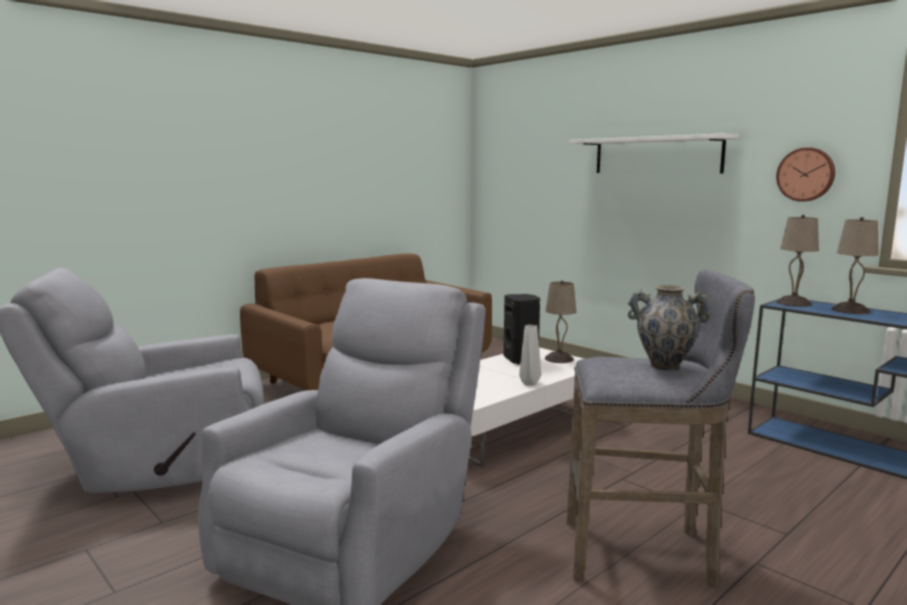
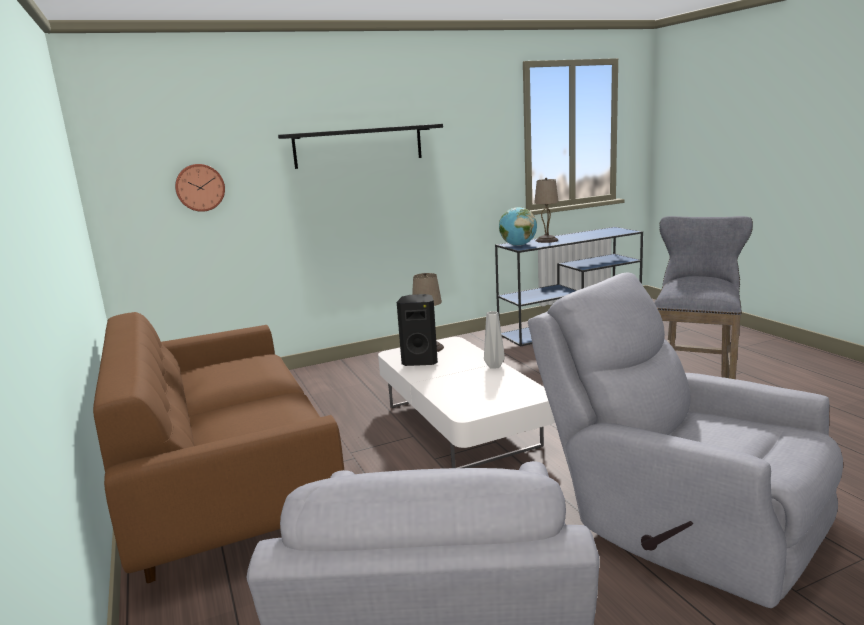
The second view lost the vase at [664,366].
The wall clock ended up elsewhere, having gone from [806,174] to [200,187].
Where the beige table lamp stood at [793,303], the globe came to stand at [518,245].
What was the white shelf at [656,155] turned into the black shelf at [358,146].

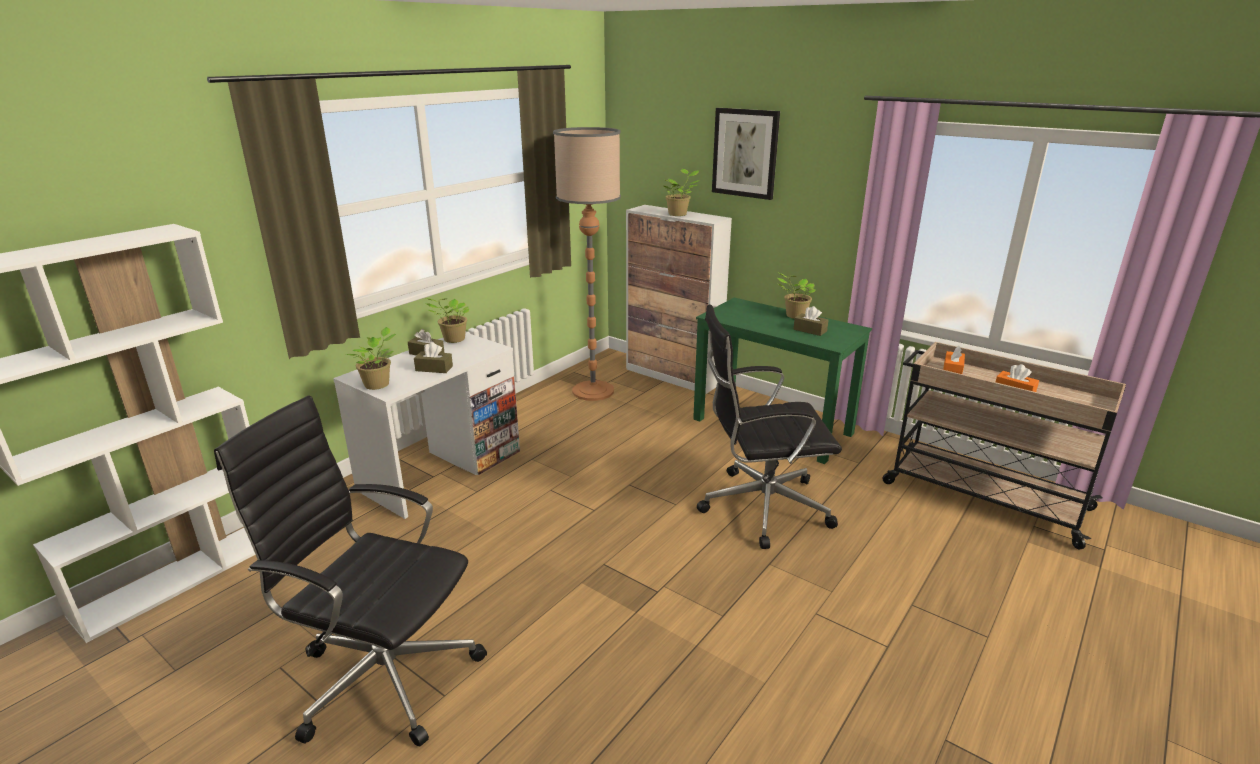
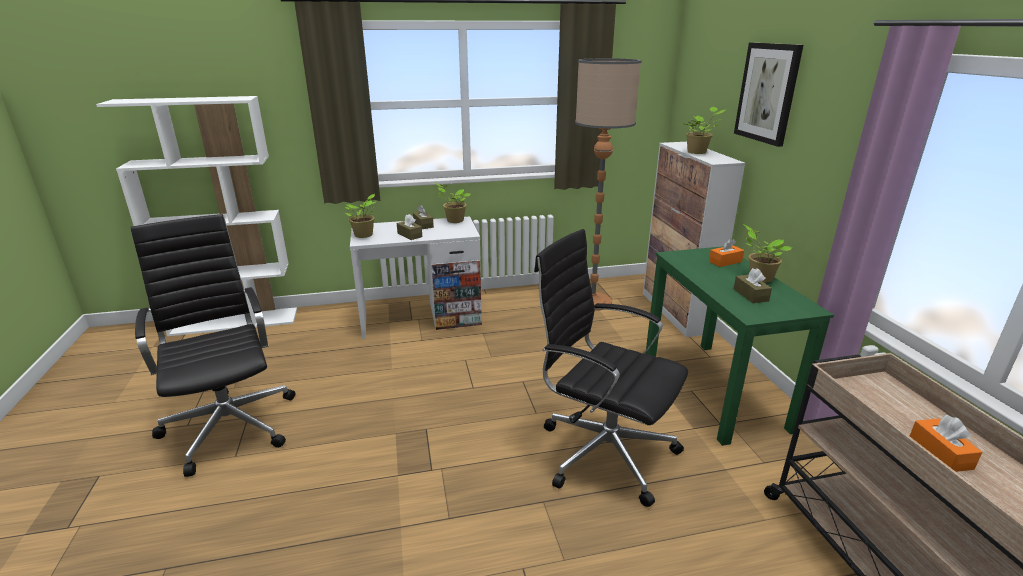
The orange tissue box ended up elsewhere, having gone from [952,371] to [725,261].

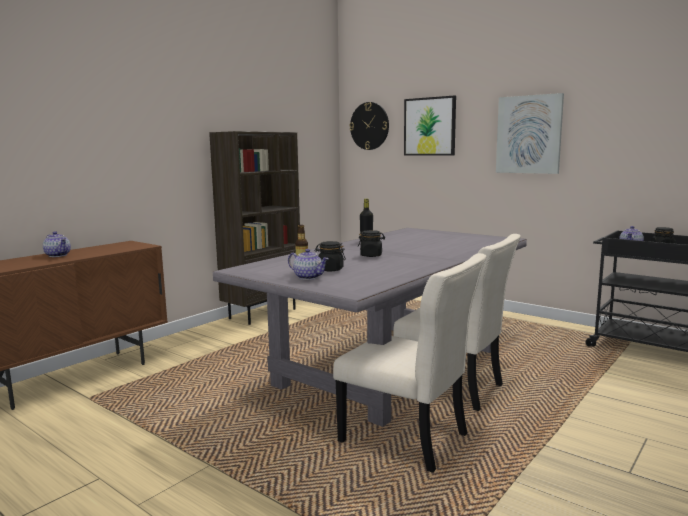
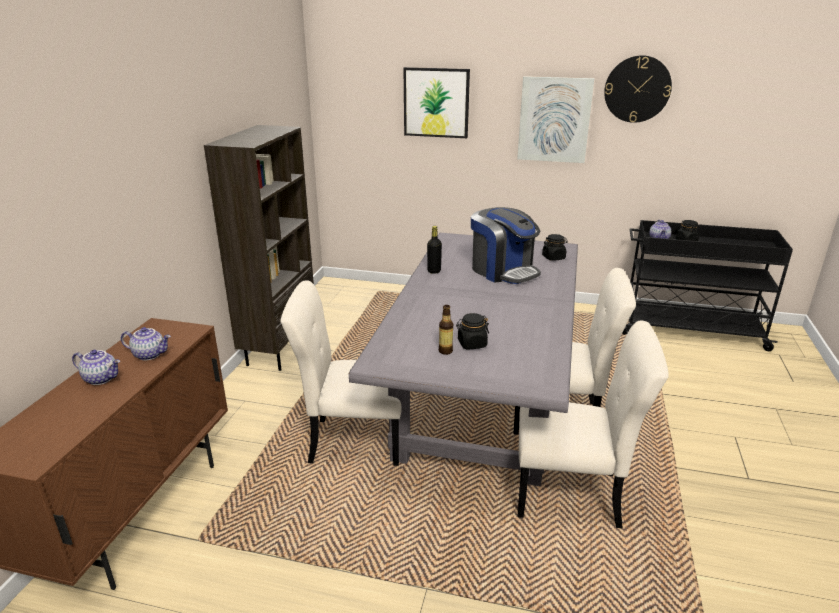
The second view gained the beige chair at [352,441].
The second view gained the coffee machine at [503,271].
The teapot ended up elsewhere, having gone from [309,277] to [150,354].
The wall clock ended up elsewhere, having gone from [369,126] to [637,89].
The black jar ended up elsewhere, having gone from [371,255] to [553,257].

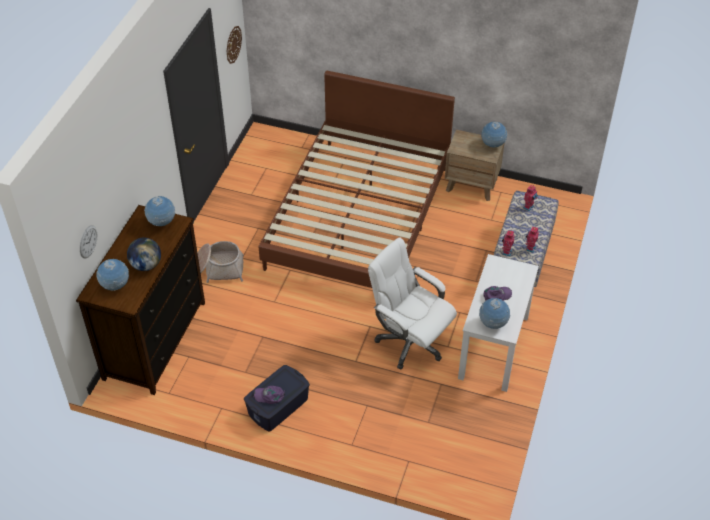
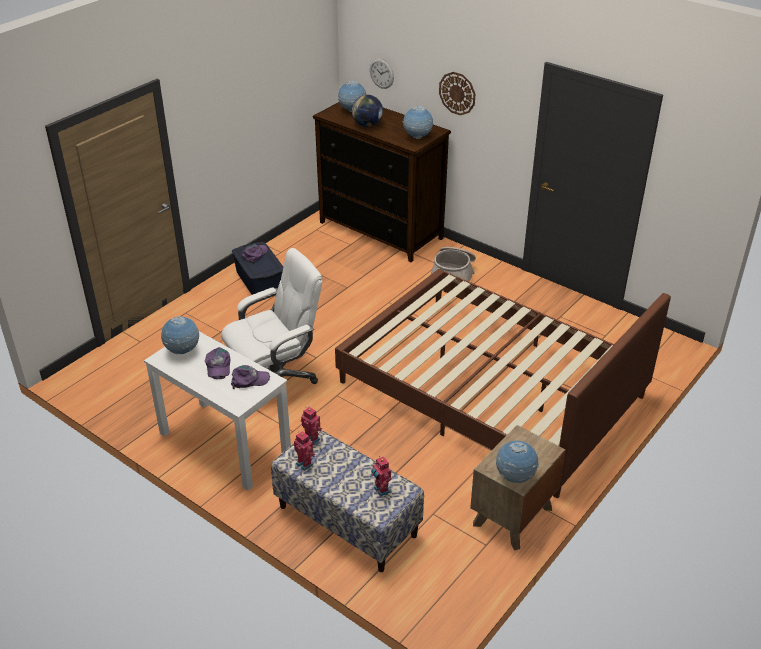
The second view gained the purple cap at [249,380].
The wall clock ended up elsewhere, having gone from [233,44] to [457,93].

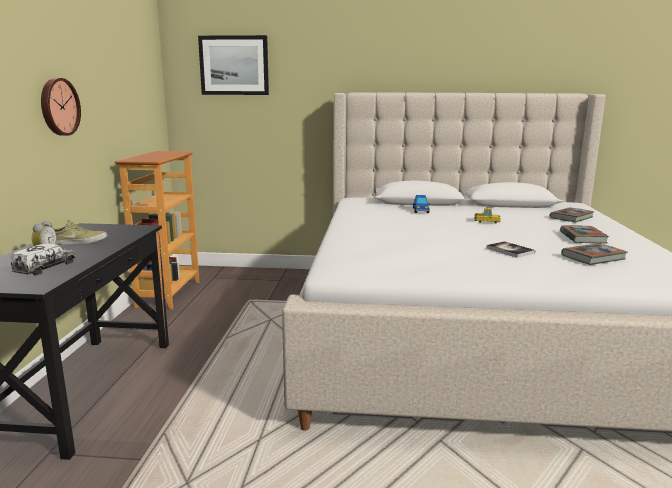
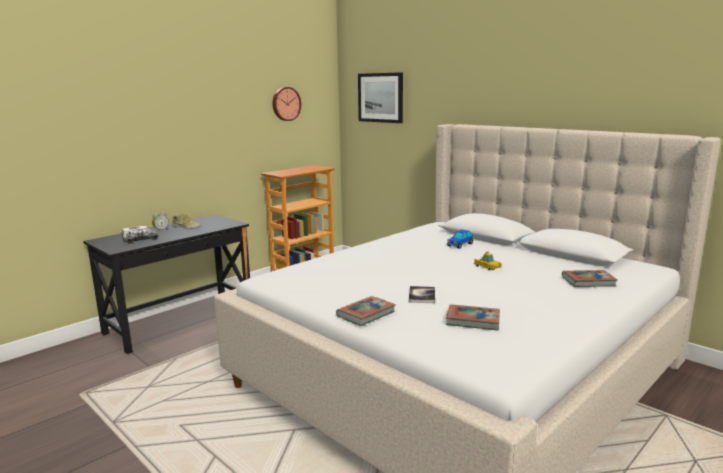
The wall clock ended up elsewhere, having gone from [58,107] to [285,104].
The book ended up elsewhere, having gone from [582,238] to [366,314].

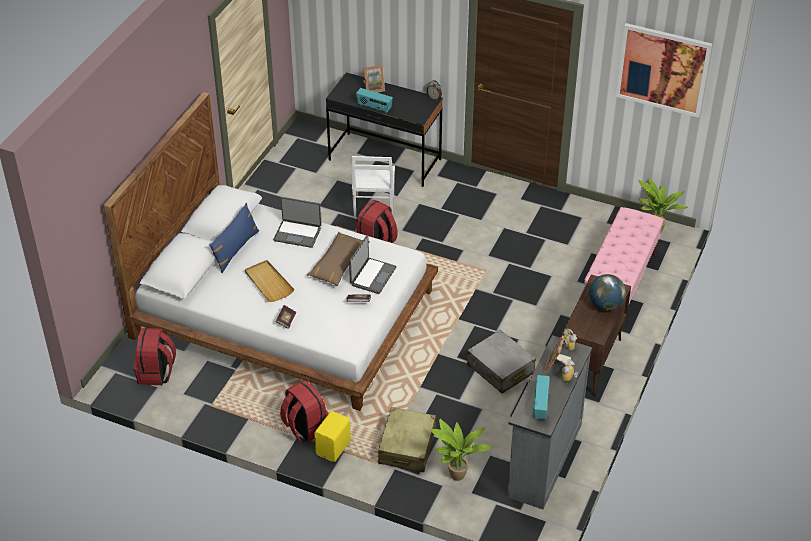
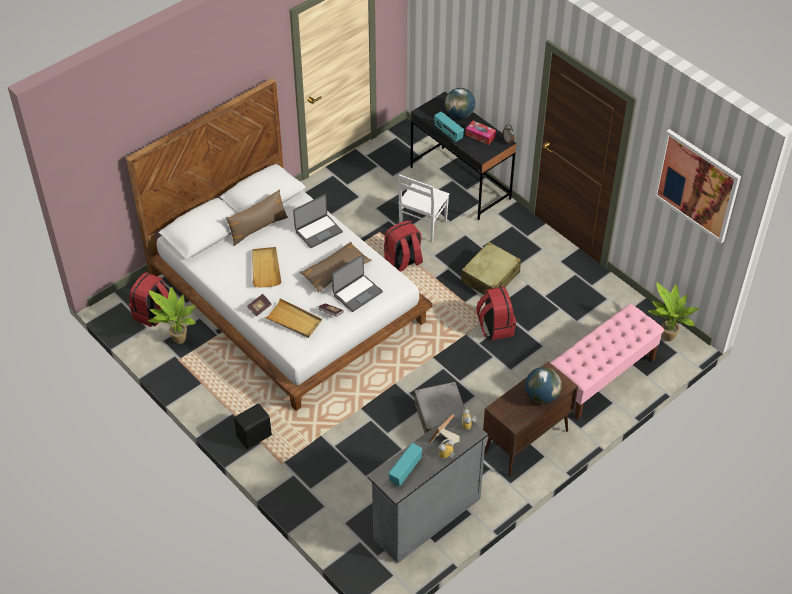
The second view gained the beige tray at [294,320].
The second view gained the tissue box at [480,136].
The red backpack ended up elsewhere, having gone from [304,427] to [494,327].
The beige suitcase ended up elsewhere, having gone from [407,446] to [490,277].
The potted plant ended up elsewhere, having gone from [457,478] to [178,341].
Where the picture frame stood at [373,88], the globe came to stand at [459,114].
What was the blue pillow at [235,249] turned into the brown pillow at [258,228].
What was the yellow speaker at [334,448] turned into the black speaker at [255,436].
The laptop at [297,233] ended up facing another way, 75 degrees counterclockwise from before.

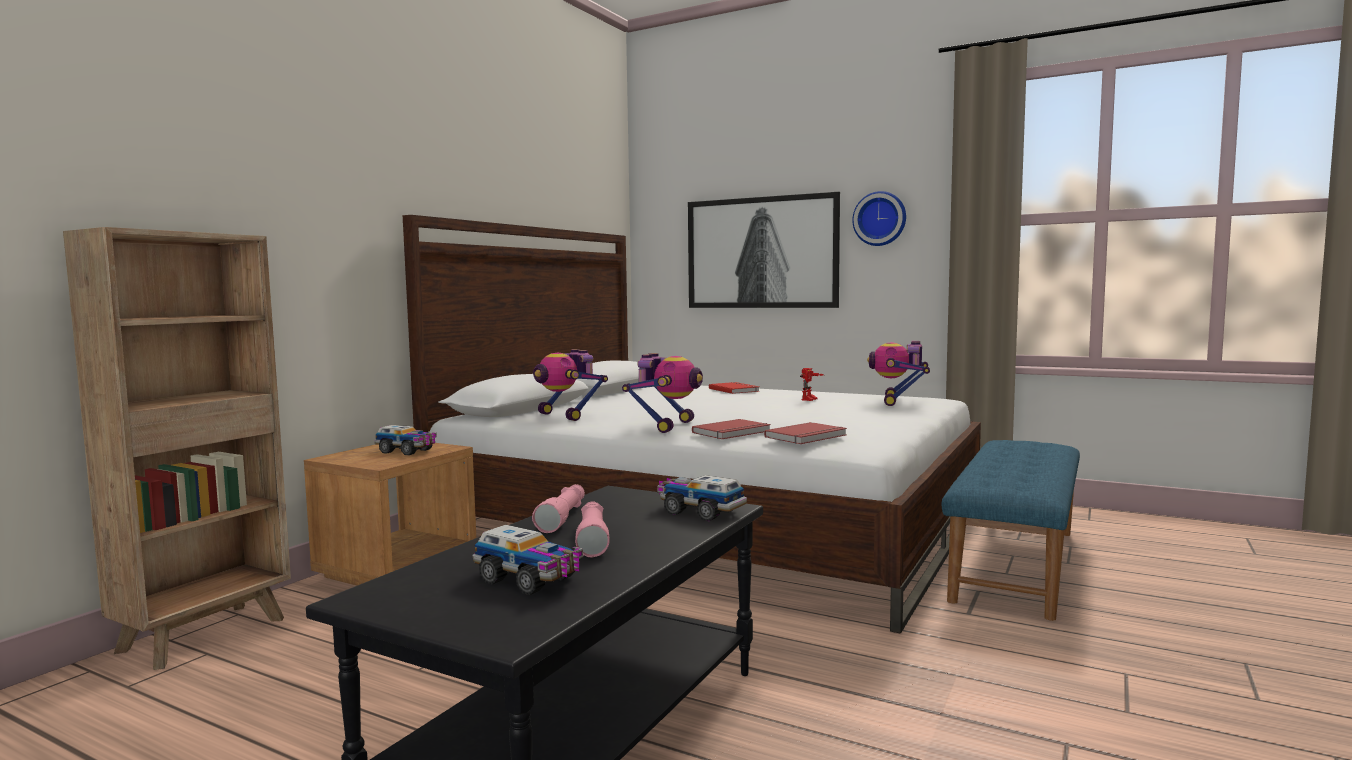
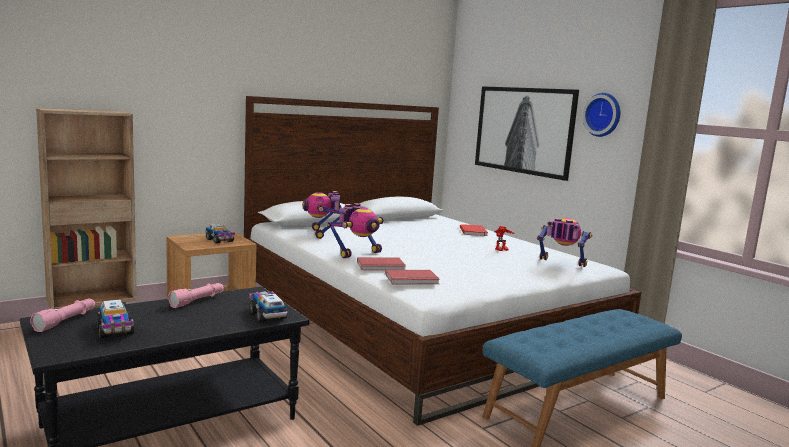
The pink flashlight ended up elsewhere, having gone from [592,539] to [66,321].
The toy robot at [899,402] ended up facing another way, 75 degrees clockwise from before.

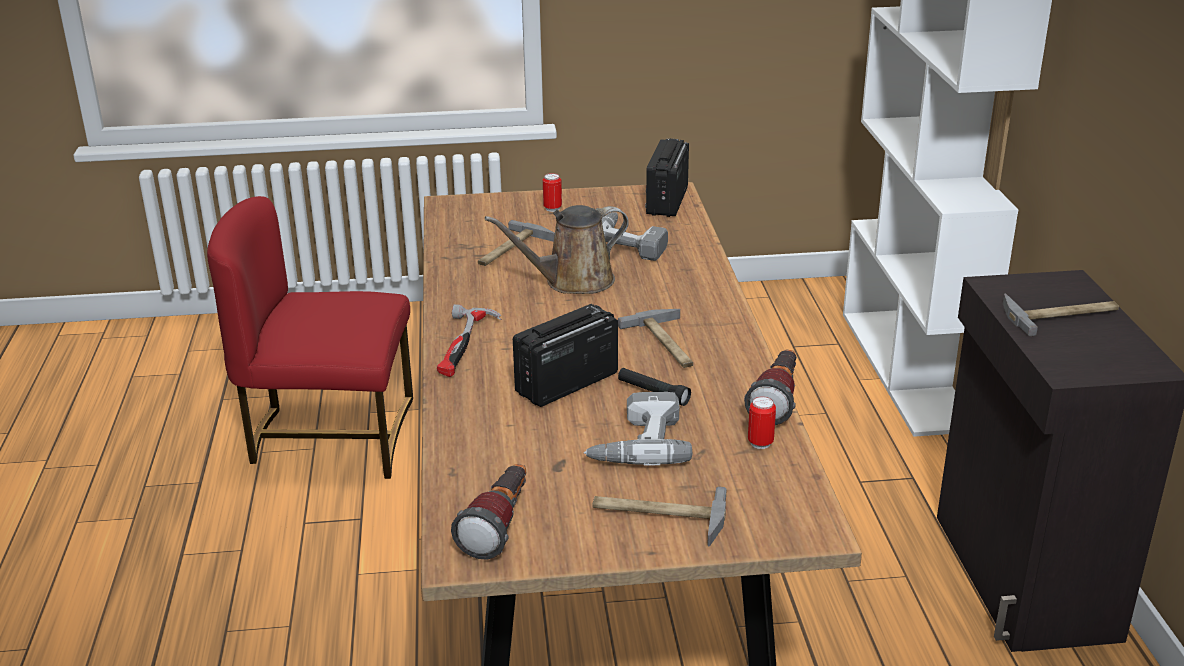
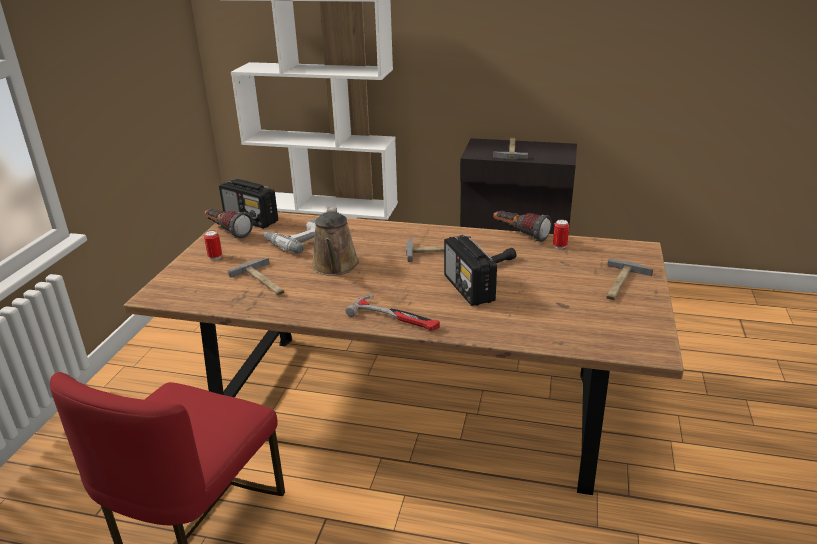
The second view lost the power drill at [636,442].
The flashlight ended up elsewhere, having gone from [499,526] to [227,231].

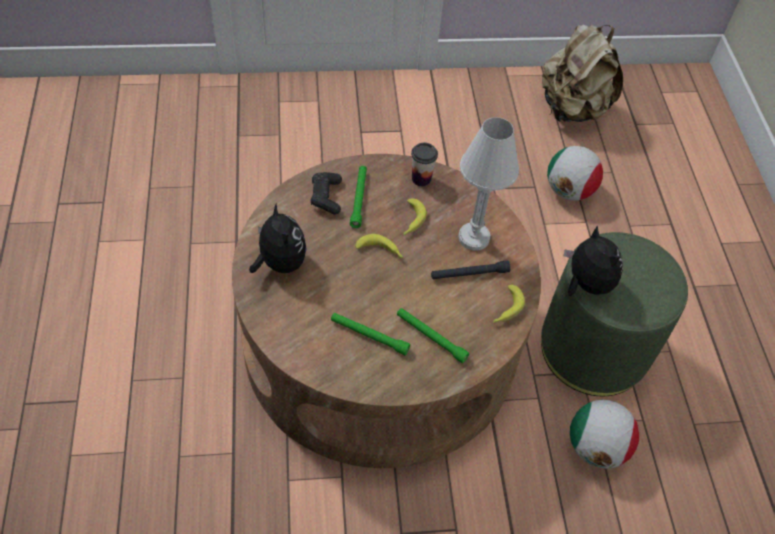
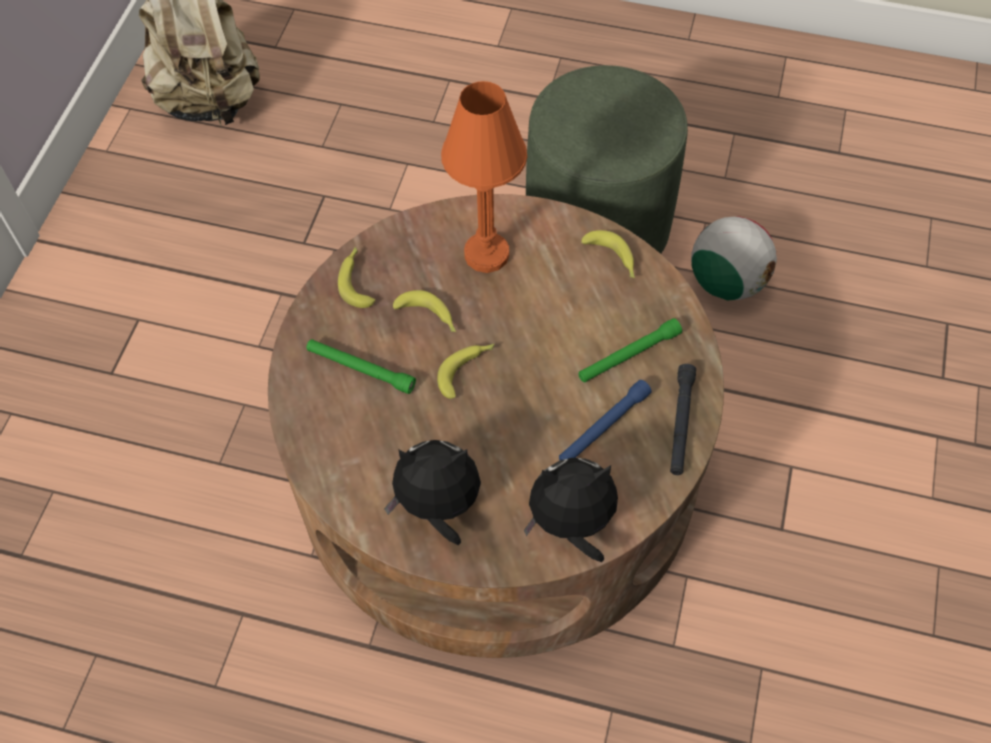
The second view lost the black game controller at [326,197].
The second view lost the football at [568,191].
The black flashlight ended up elsewhere, having gone from [469,274] to [680,423].
The plush toy ended up elsewhere, having gone from [586,284] to [571,524].
Where the cup stood at [421,179], the banana came to stand at [357,280].
What was the green flashlight at [369,336] turned into the blue flashlight at [603,427].
What was the white table lamp at [474,238] turned into the orange table lamp at [487,254].

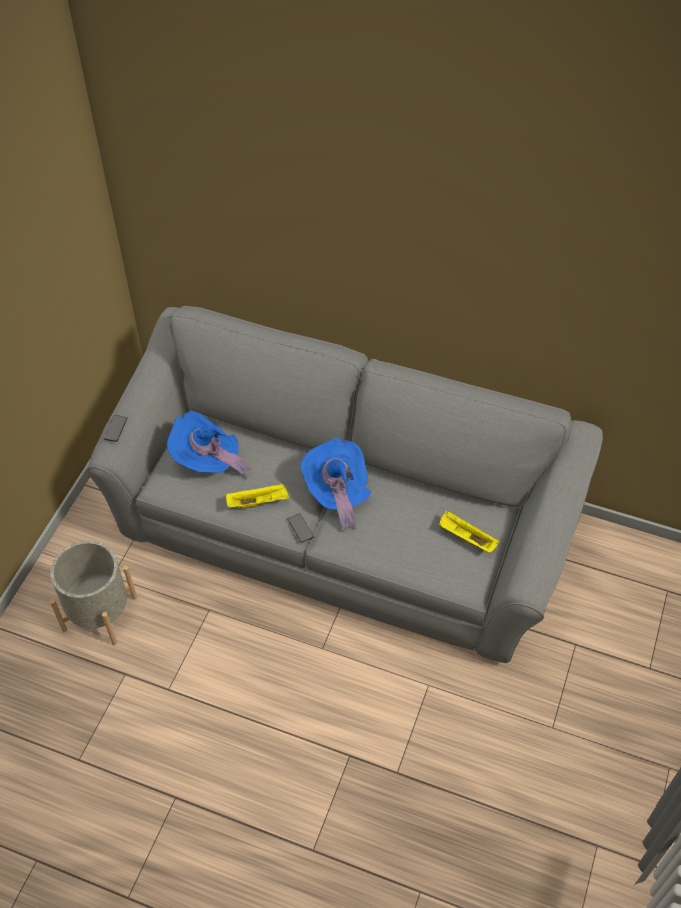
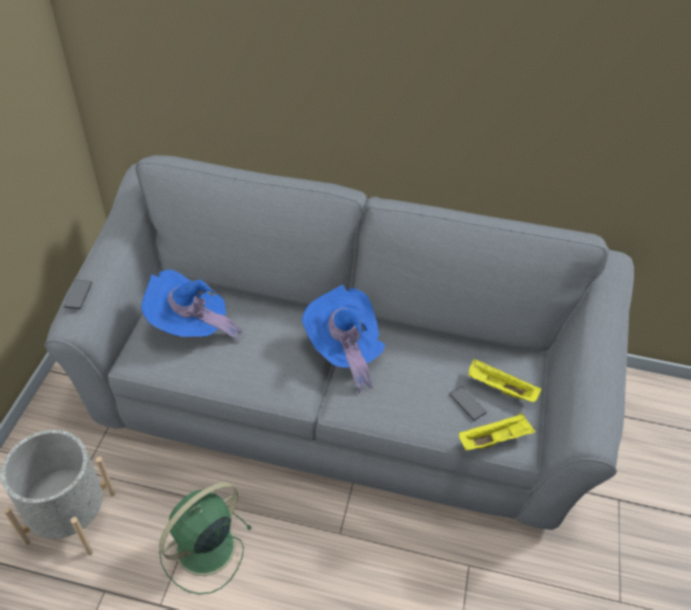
The second view gained the green fan at [203,549].
The yellow tray ended up elsewhere, having gone from [258,502] to [494,439].
The phone ended up elsewhere, having gone from [300,528] to [467,403].

